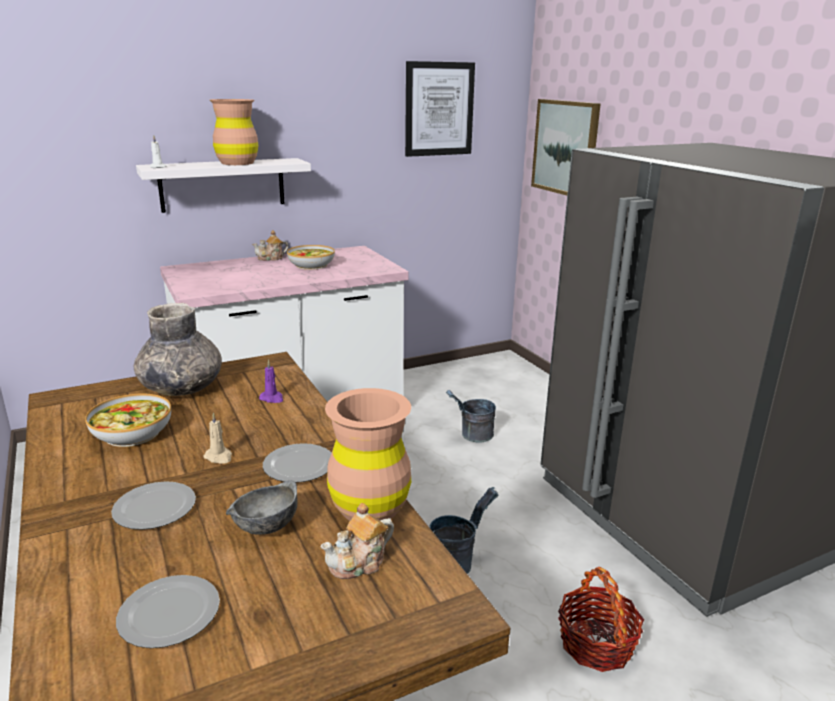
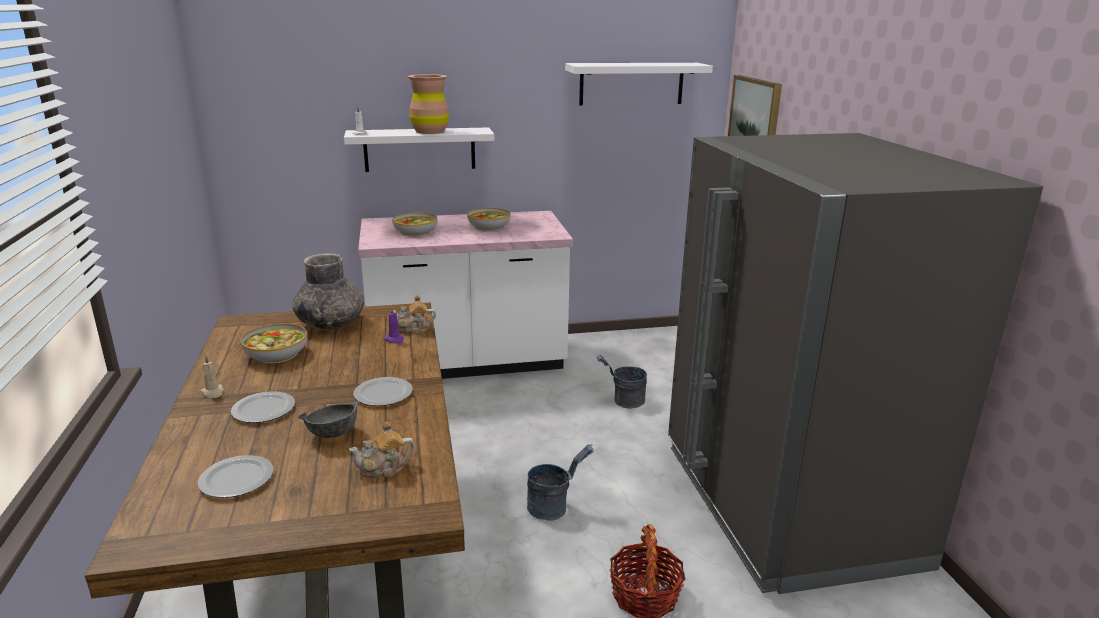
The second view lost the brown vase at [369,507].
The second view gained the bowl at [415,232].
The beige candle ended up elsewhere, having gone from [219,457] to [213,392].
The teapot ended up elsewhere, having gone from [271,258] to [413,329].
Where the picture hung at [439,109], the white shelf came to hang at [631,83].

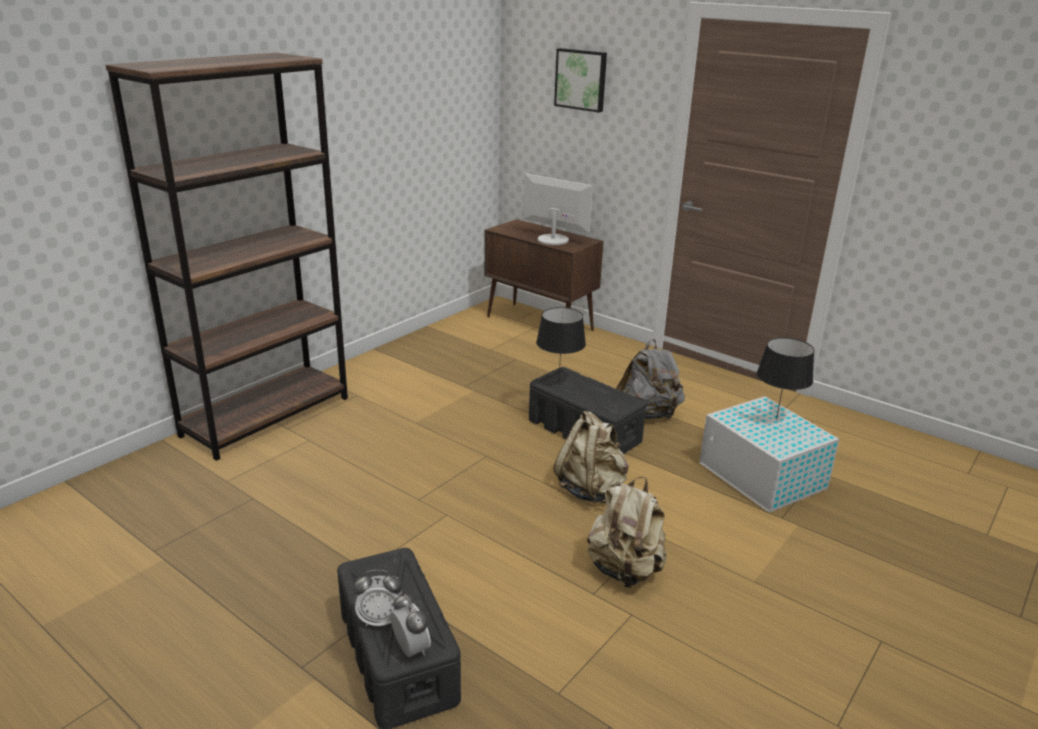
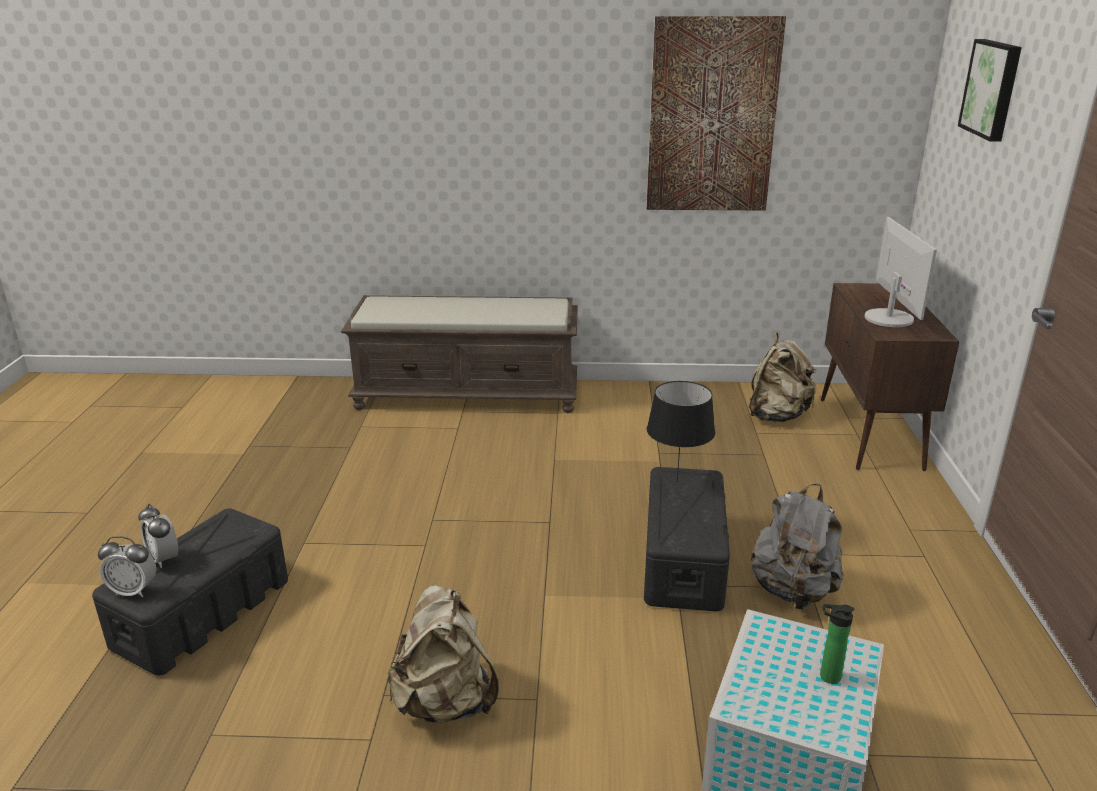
The second view gained the picture at [712,116].
The beige backpack ended up elsewhere, having gone from [591,489] to [777,416].
Where the brown bookcase stood at [267,416], the brown bench came to stand at [468,395].
Where the black table lamp stood at [775,419], the bottle came to stand at [826,676].
The alarm clock at [411,649] ended up facing another way, 75 degrees clockwise from before.

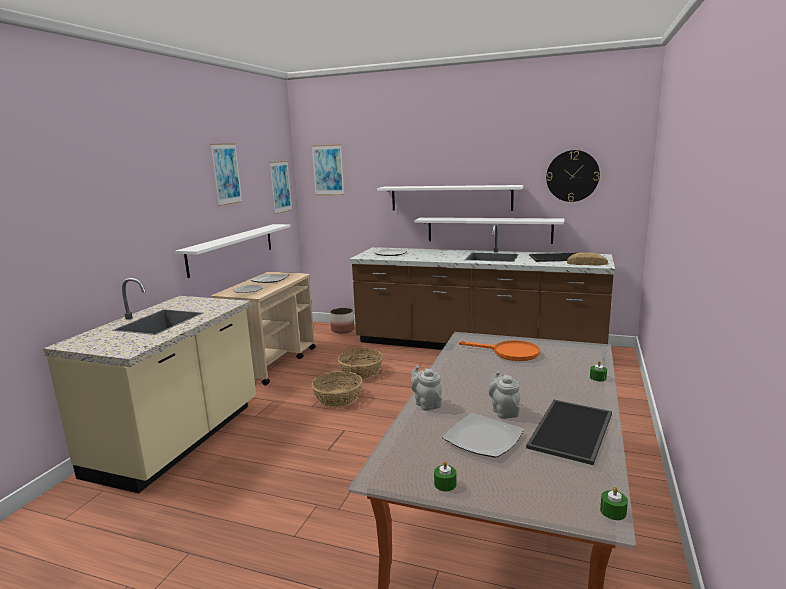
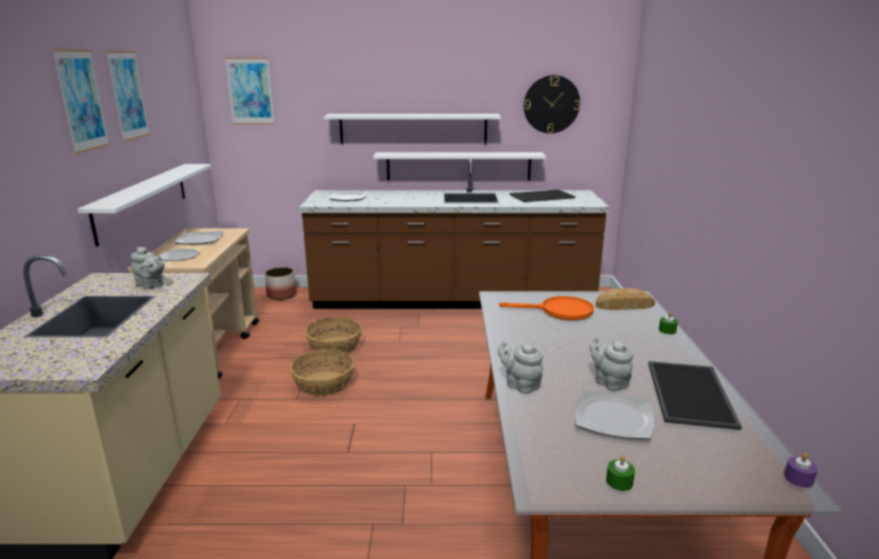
The second view gained the grey teapot at [151,285].
The picture ended up elsewhere, having gone from [280,187] to [81,100].
The bread ended up elsewhere, having gone from [587,263] to [624,305].
What was the green candle at [613,511] turned into the purple candle at [798,478].

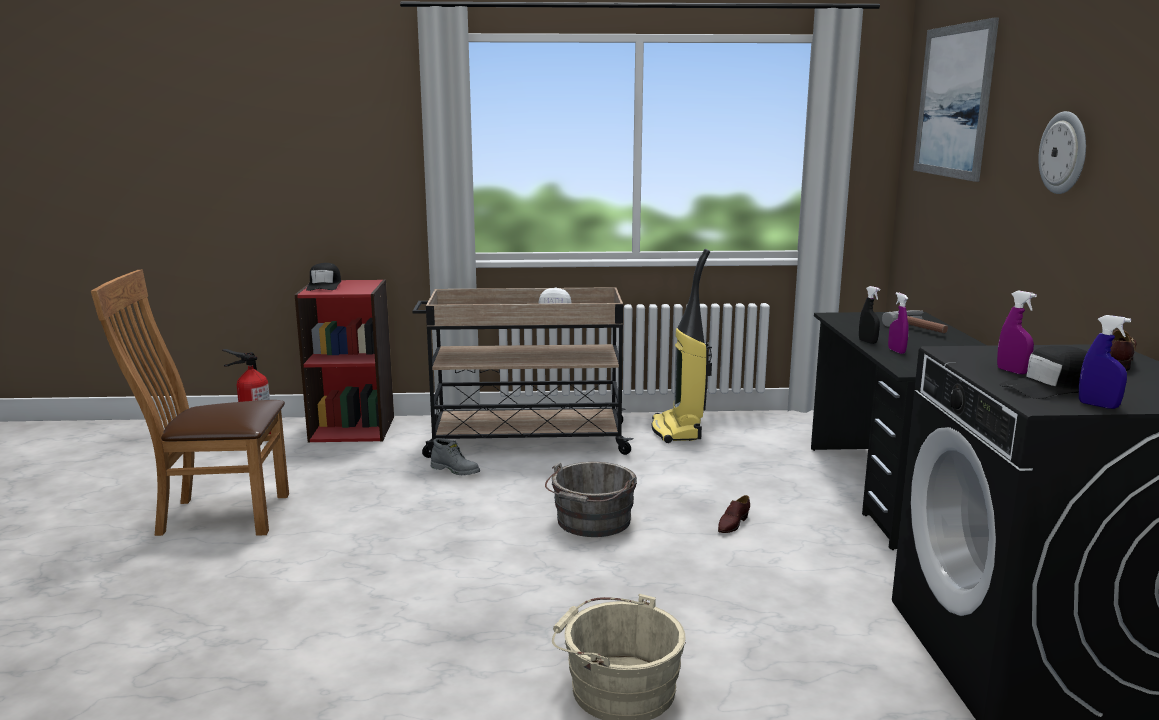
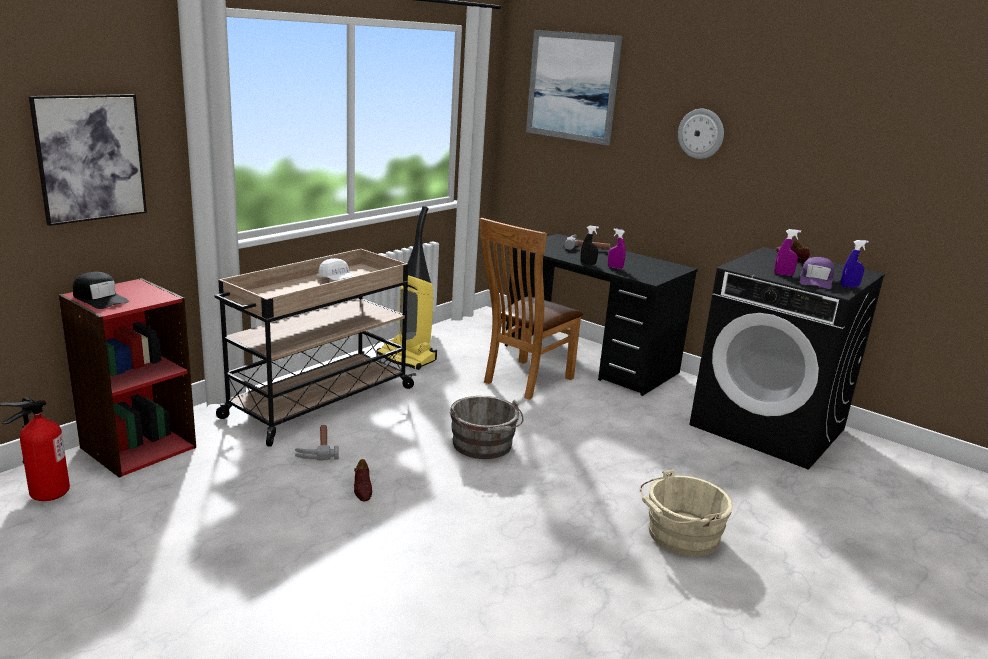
The second view gained the picture at [90,158].
The brown chair ended up elsewhere, having gone from [215,515] to [524,381].
The brown shoe ended up elsewhere, having gone from [732,524] to [362,489].
Where the grey boot stood at [456,470], the hammer came to stand at [316,447].
What was the black cap at [1052,387] turned into the purple cap at [816,280].

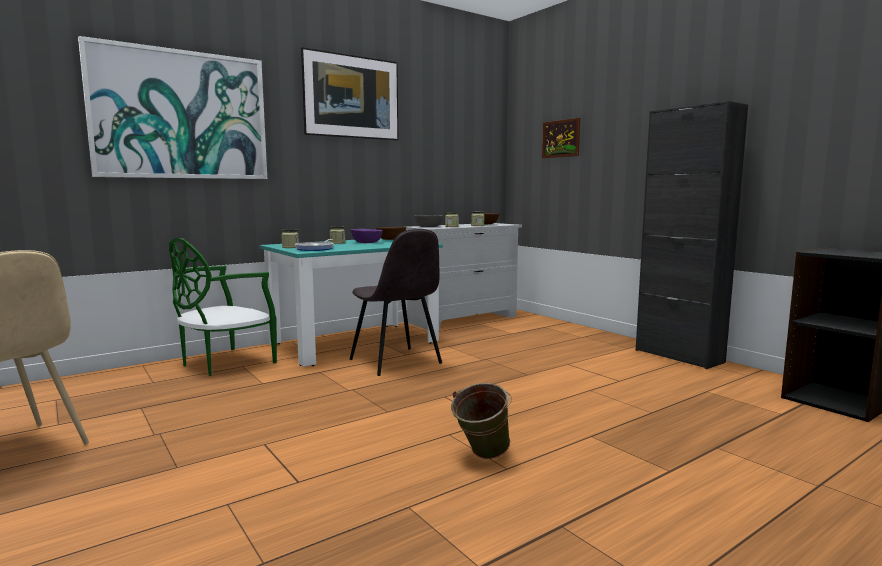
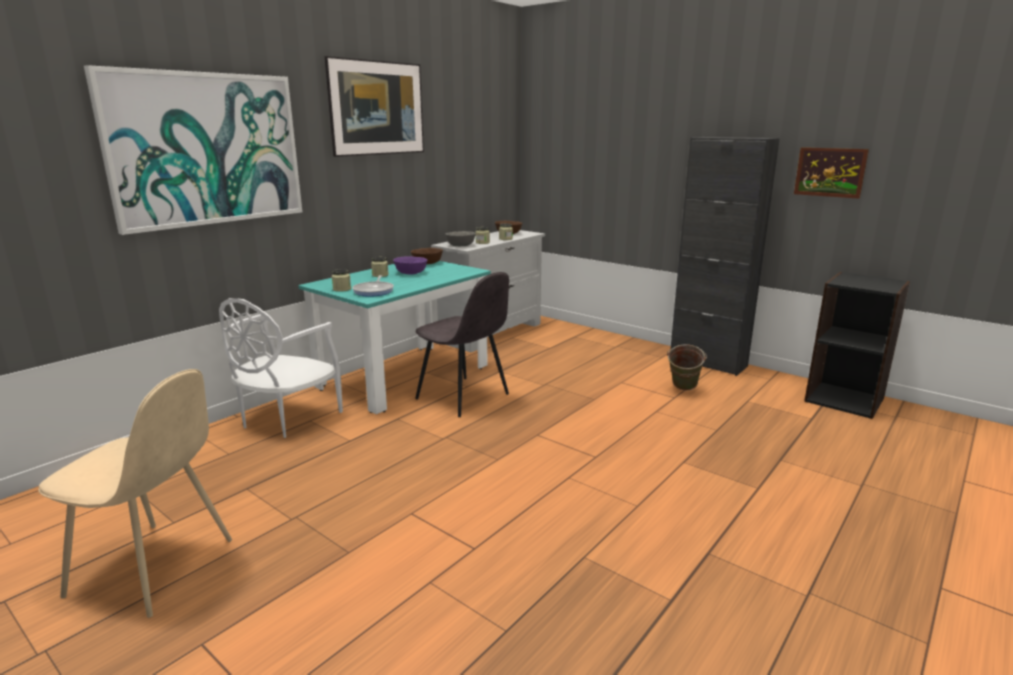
The green bucket ended up elsewhere, having gone from [481,456] to [683,389].
The picture ended up elsewhere, having gone from [561,138] to [830,172].
What was the green chair at [224,363] turned into the white chair at [286,418].

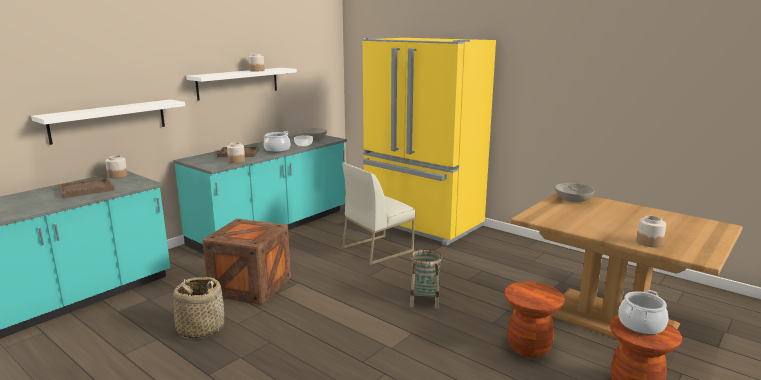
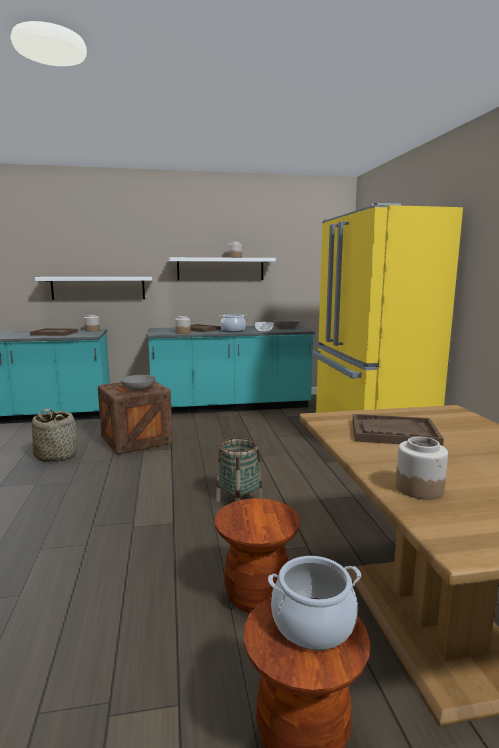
The second view lost the white chair at [378,249].
The second view gained the brown tray at [393,433].
The grey bowl ended up elsewhere, having gone from [573,199] to [138,389].

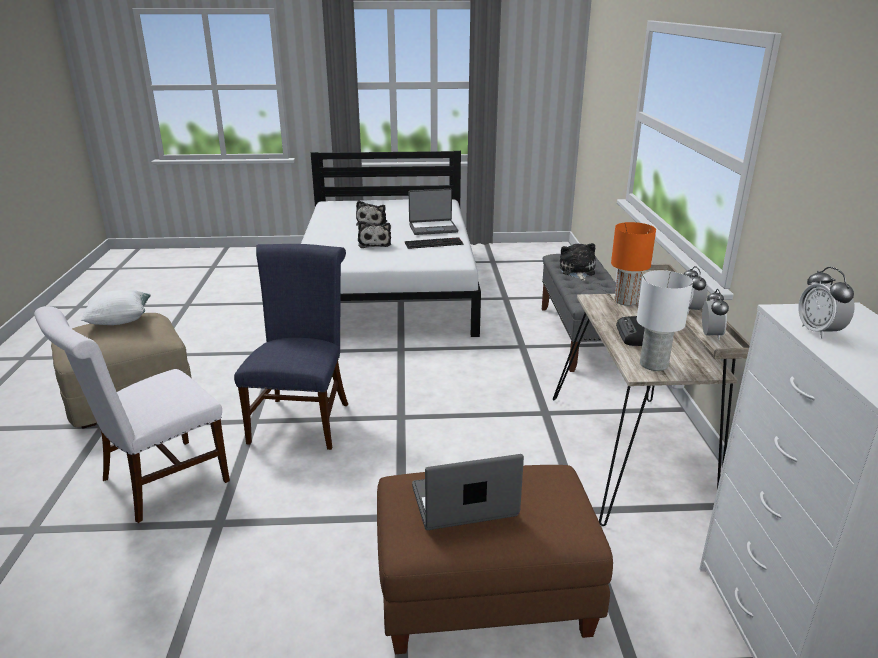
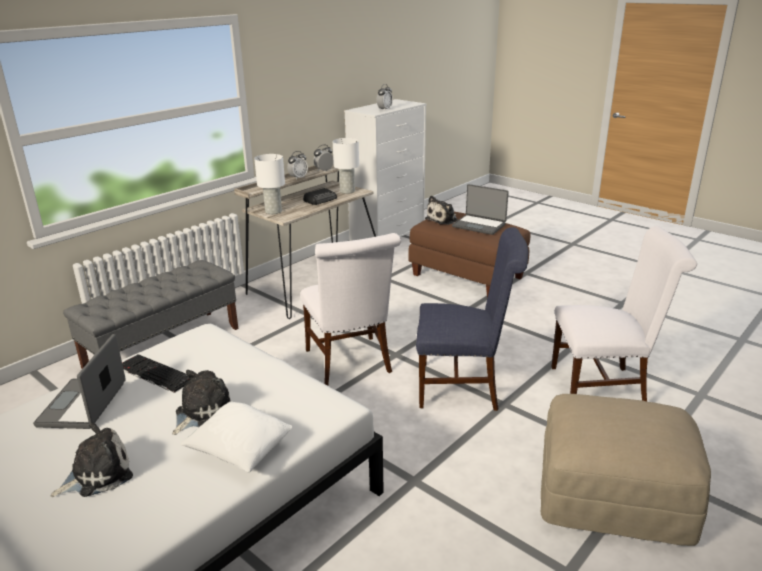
The second view gained the white chair at [350,363].
The white pillow ended up elsewhere, having gone from [120,320] to [240,451].
The plush toy ended up elsewhere, having gone from [577,271] to [443,219].
What was the orange table lamp at [625,301] turned into the white table lamp at [273,211].
The blue chair at [302,419] ended up facing another way, 135 degrees counterclockwise from before.
The laptop at [433,228] ended up facing another way, 120 degrees counterclockwise from before.

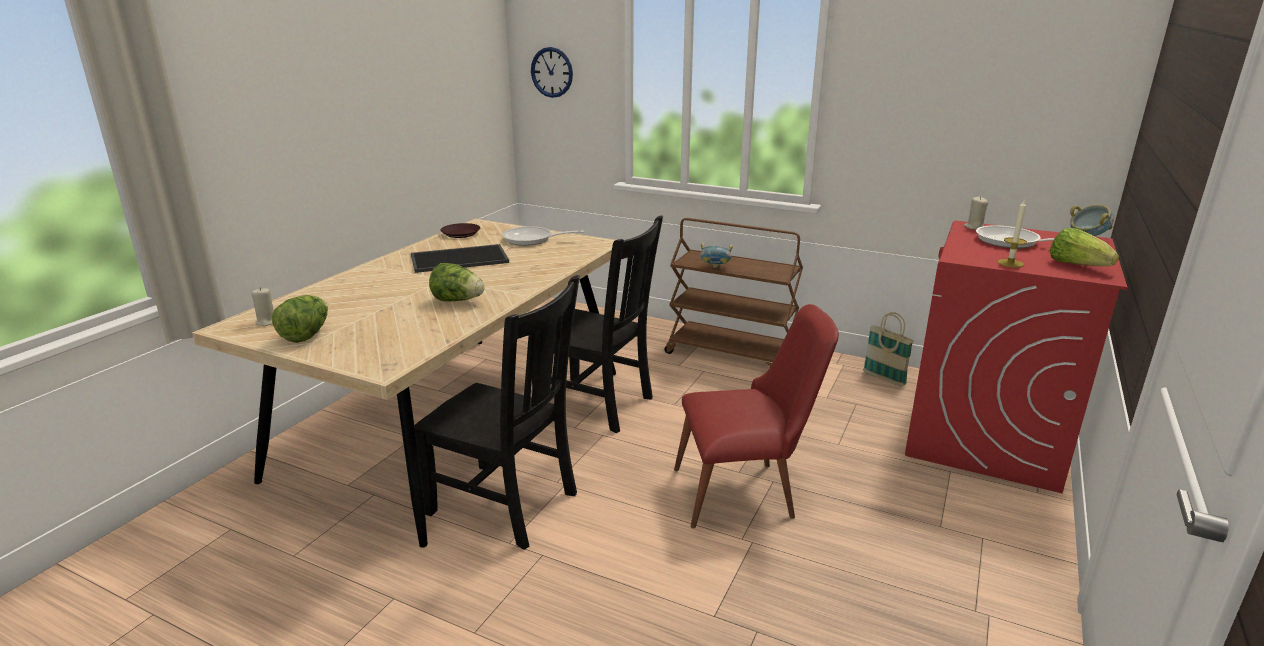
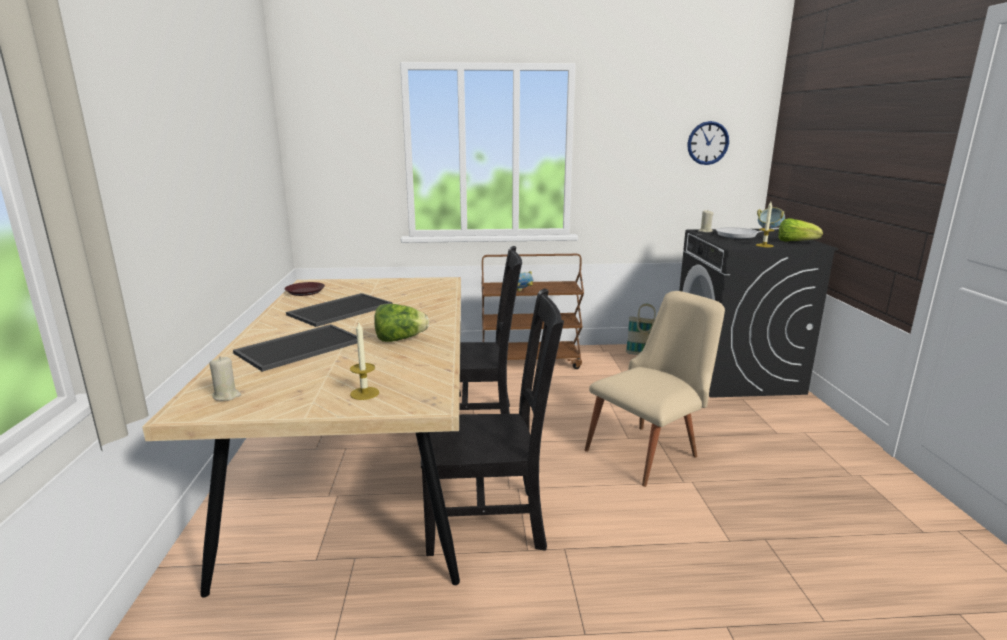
The second view lost the lettuce at [306,335].
The second view lost the frying pan at [532,240].
The second view gained the tray at [300,346].
The second view gained the candle at [364,393].
The wall clock ended up elsewhere, having gone from [552,72] to [708,143].
What was the red chair at [746,494] turned into the beige chair at [650,451].
What was the red washing machine at [985,437] turned into the black washing machine at [736,374].

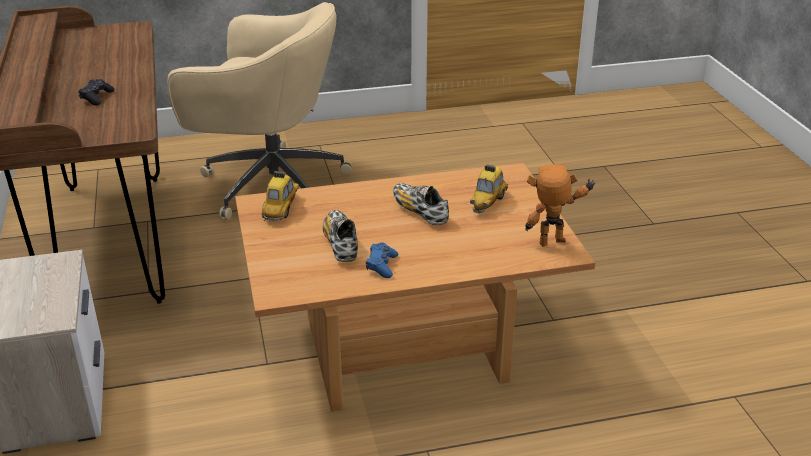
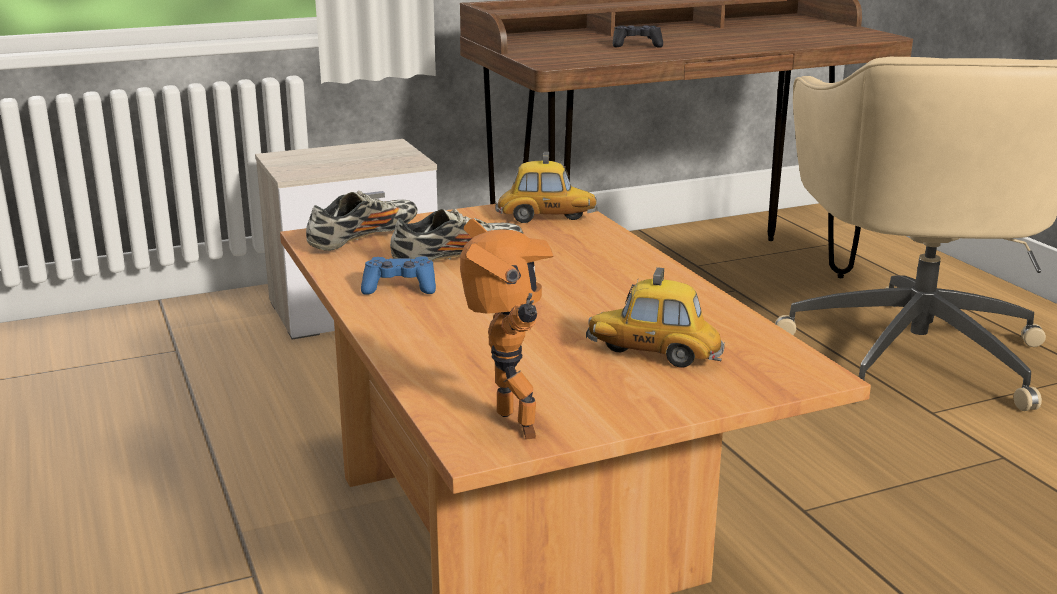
The shoe ended up elsewhere, having gone from [419,212] to [363,238].

